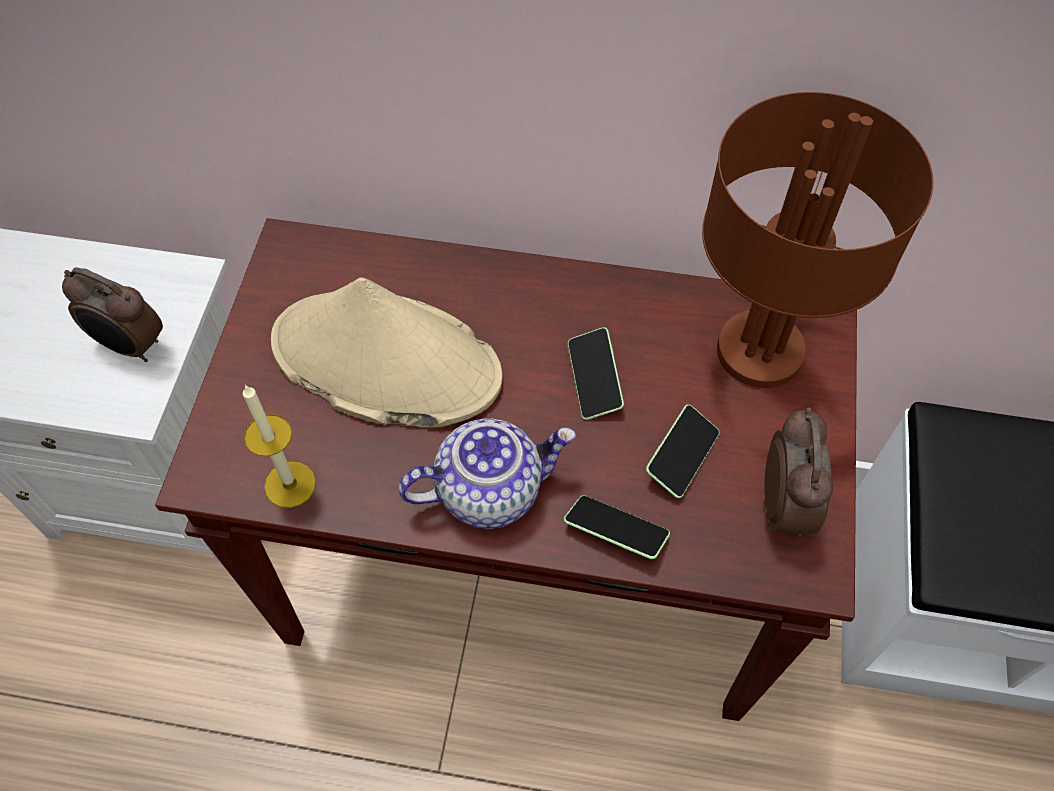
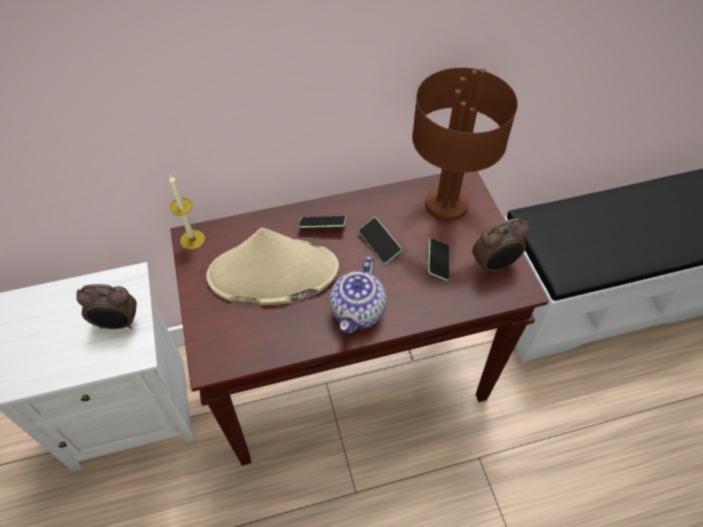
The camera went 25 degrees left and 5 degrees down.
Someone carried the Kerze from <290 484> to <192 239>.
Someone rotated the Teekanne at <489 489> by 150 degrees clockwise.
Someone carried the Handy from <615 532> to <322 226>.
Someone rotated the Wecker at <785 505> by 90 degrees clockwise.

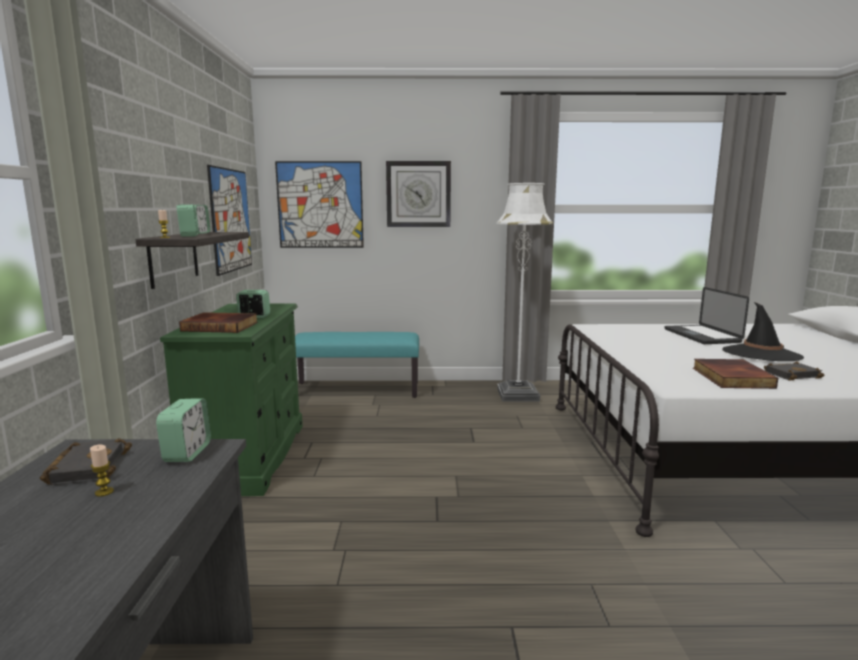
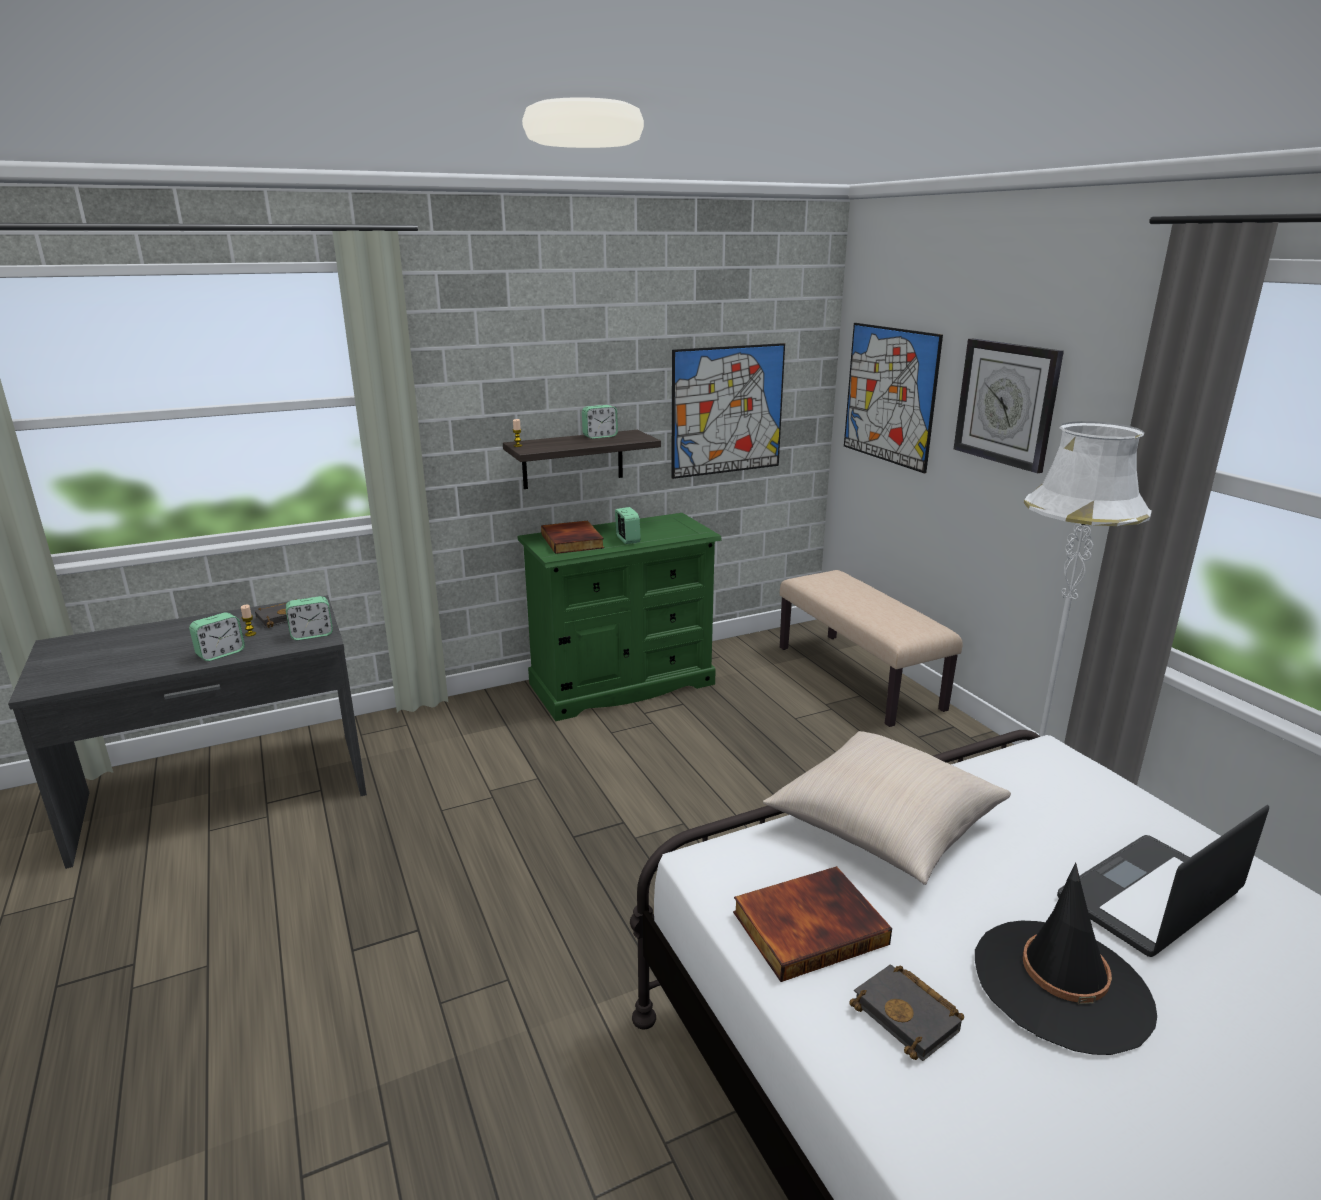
The camera went 65 degrees right and 10 degrees up.
Someone carried the Wecker from <189 235> to <221 654>.
Someone repainted the Bank/türkis at <356 390>, which became the Bank/beige at <859 678>.
Someone put down the Kissen/beige at <884 825>.

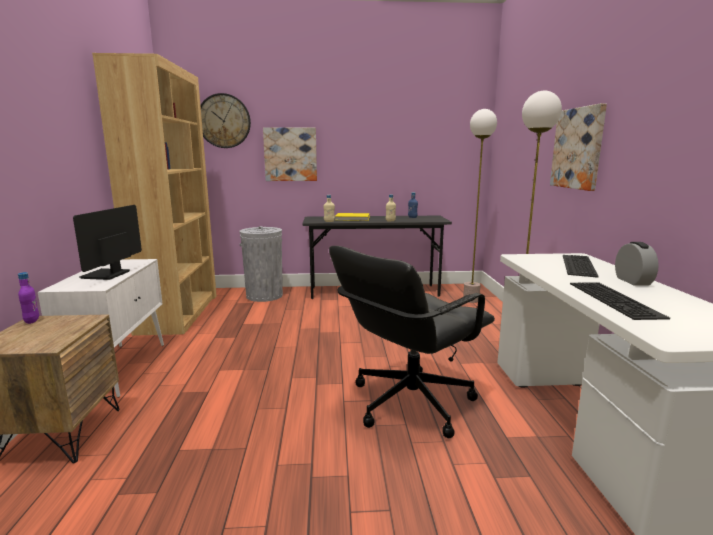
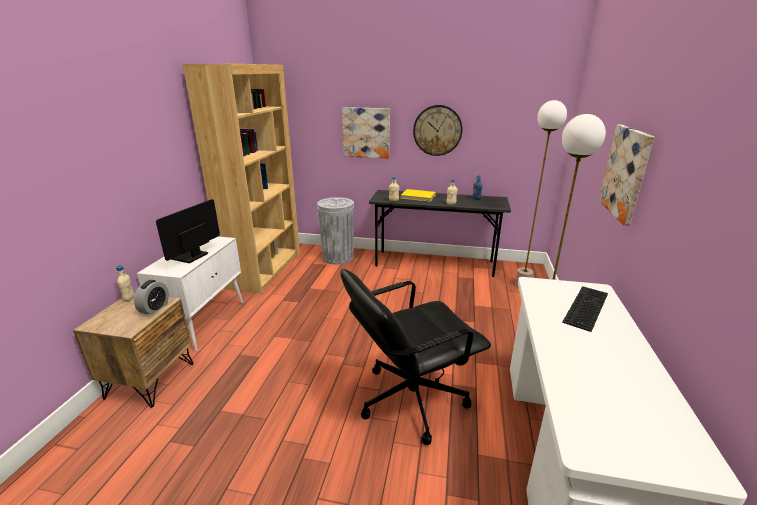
The camera went 15 degrees right and 10 degrees up.
Someone repainted the Flasche/lila at <32 321>, which became the Flasche/beige at <129 299>.
Someone carried the Wanduhr from <224 121> to <437 130>.
Someone took away the Tastatur at <616 300>.
Someone carried the Wecker from <632 281> to <154 308>.

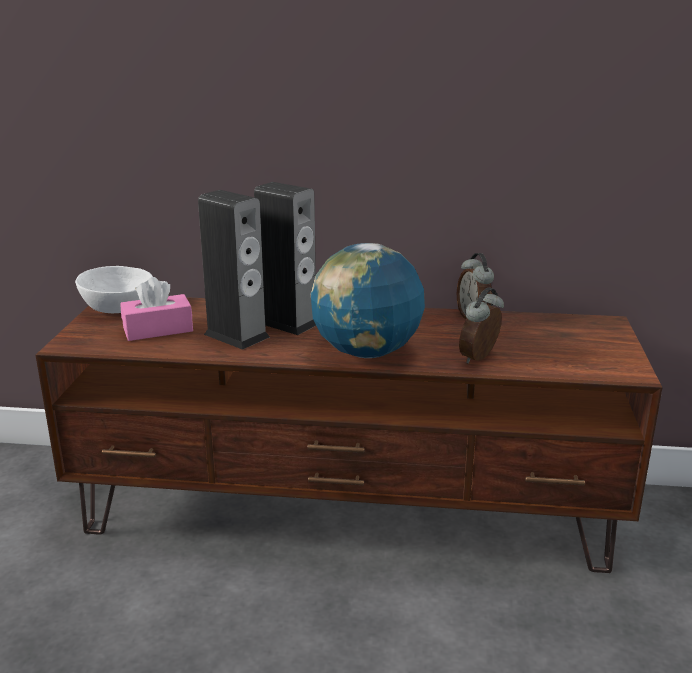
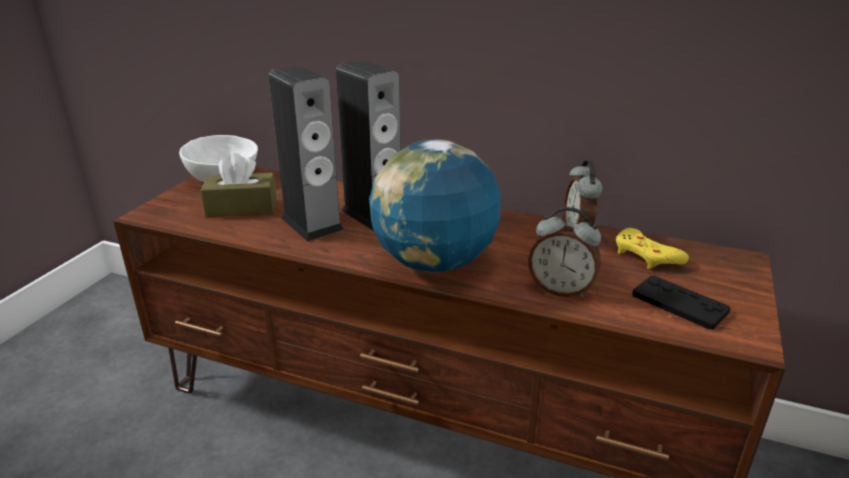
The camera went 15 degrees right and 5 degrees up.
Someone repainted the Taschentuchbox/rosa at <158 330>, which became the Taschentuchbox/braun at <242 207>.
Someone rotated the Wecker at <480 358> by 120 degrees counterclockwise.
Someone put down the Gamepad/gelb at <646 255>.
Someone put down the Gamepad/schwarz at <679 303>.

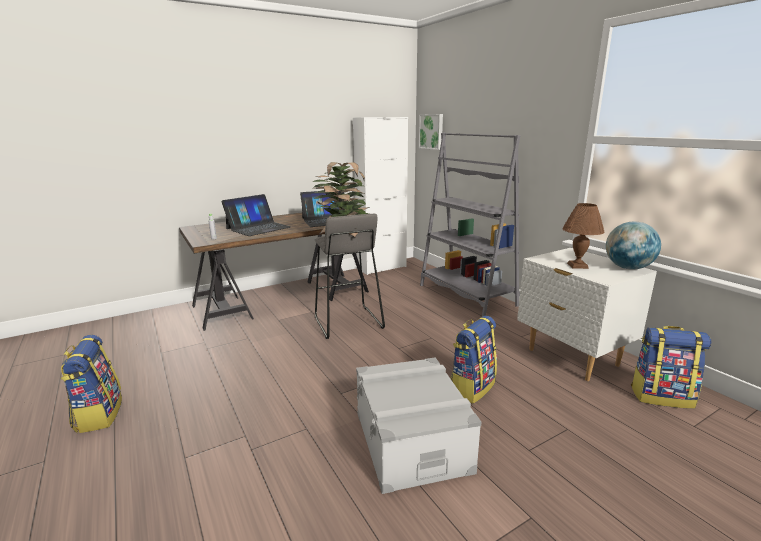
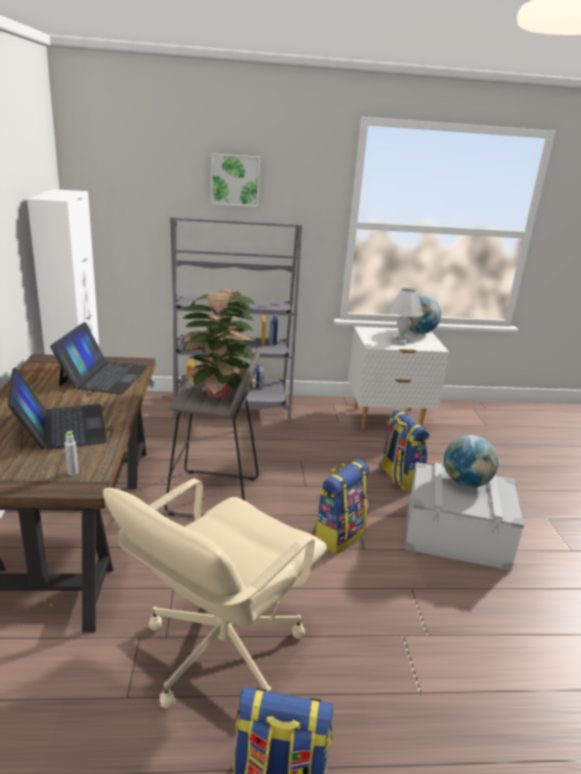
The camera went 65 degrees left and 5 degrees up.
Someone carried the Bild from <431 131> to <235 180>.
Someone repainted the Tischlampe/braun at <578 266>, which became the Tischlampe/weiß at <401 342>.
Someone carried the Rucksack from <661 396> to <338 535>.
Someone put down the Bürostuhl/beige at <220 651>.
Someone put down the Globus at <465 483>.

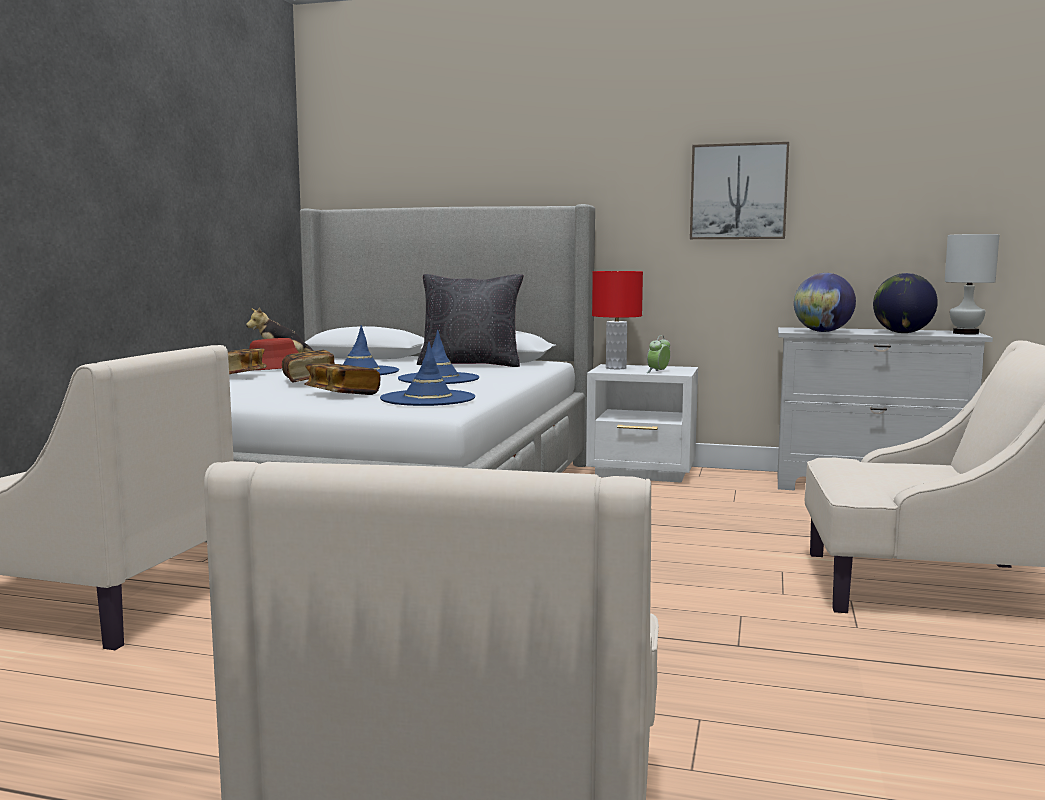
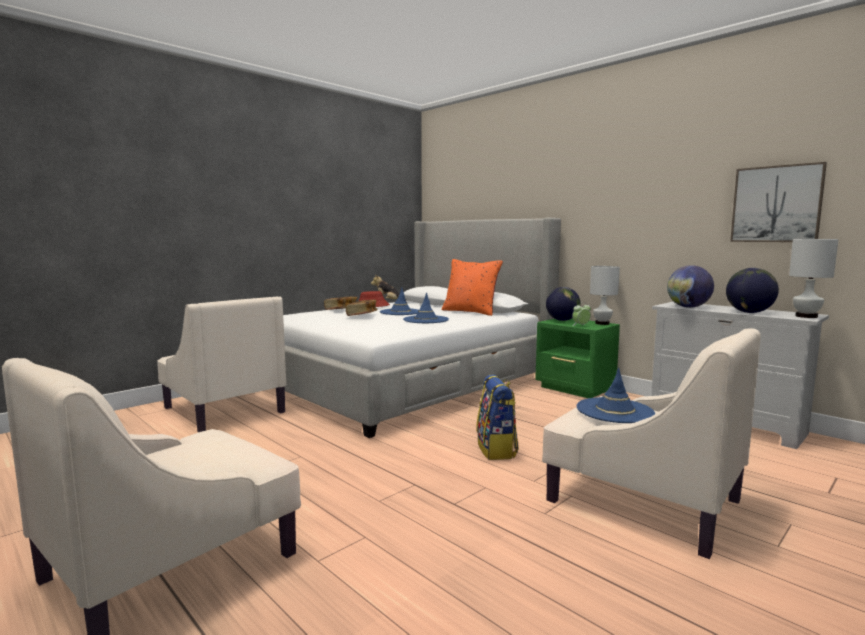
The camera went 30 degrees right and 0 degrees up.
Someone took away the Buch at <342 394>.
Someone carried the Hut/blau from <427 399> to <614 411>.
Someone repainted the Kissen/schwarz at <470 364>, which became the Kissen/orange at <470 312>.
Someone repainted the Nachttisch/weiß at <643 473>, which became the Nachttisch/grün at <575 389>.
Someone swapped the Tischlampe/rot at <615 368> for the Globus at <562 320>.
Someone carried the Bild from <738 191> to <776 204>.
Someone put down the Rucksack at <497 450>.
Someone put down the Tischlampe/weiß at <602 323>.

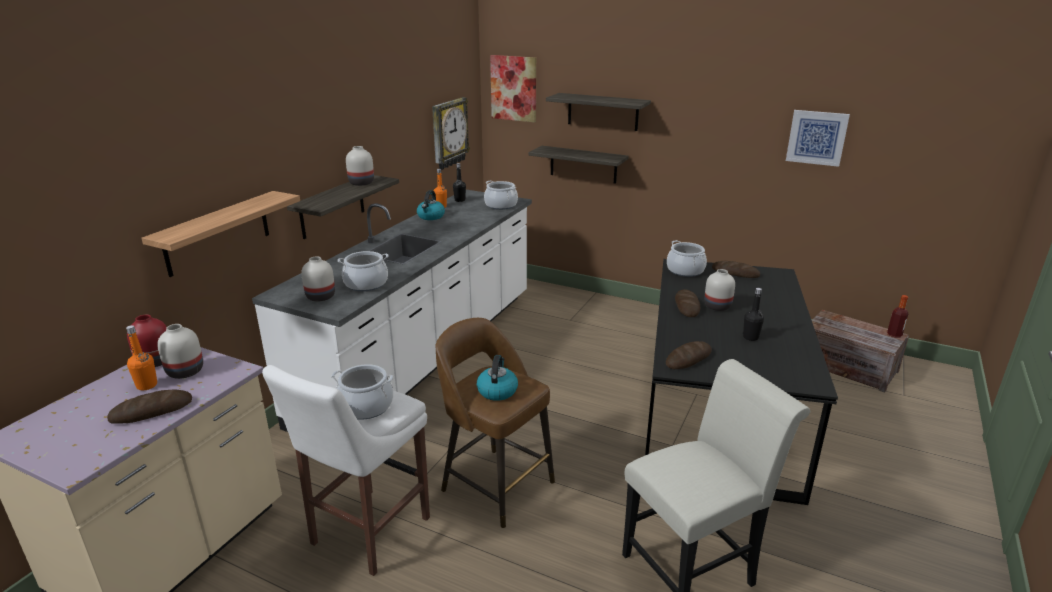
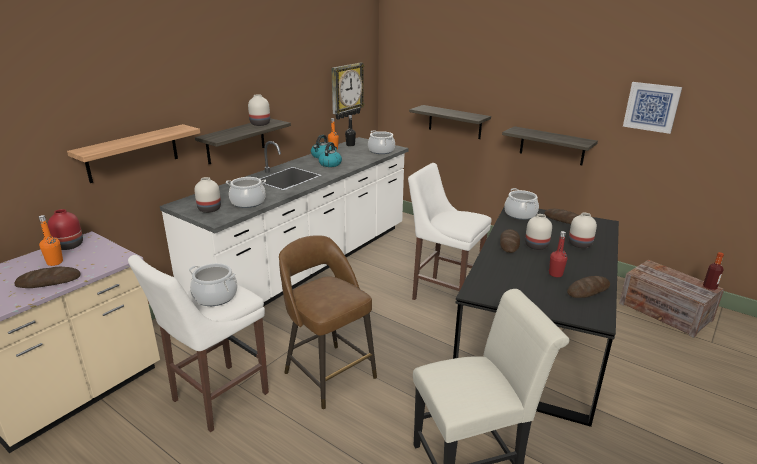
The camera went 10 degrees right and 0 degrees up.
Someone carried the Vase/weiß from <185 372> to <580 245>.
Someone carried the Wasserkessel from <497 391> to <330 164>.
Someone took away the Bild at <514 88>.
Someone carried the Wandregal from <602 111> to <552 146>.
Someone carried the Brot from <688 359> to <588 290>.
Someone repainted the Flasche/schwarz at <750 337>, which became the Flasche/rot at <555 274>.
Someone put down the Hocker/weiß at <443 294>.

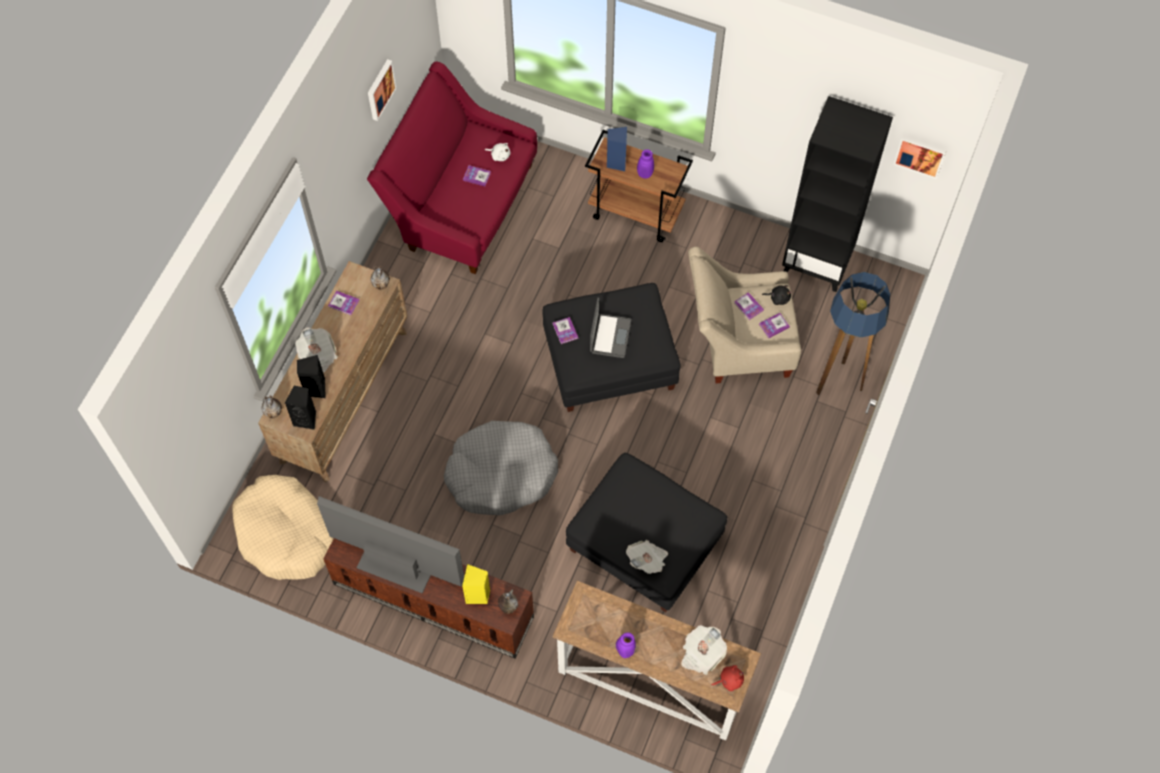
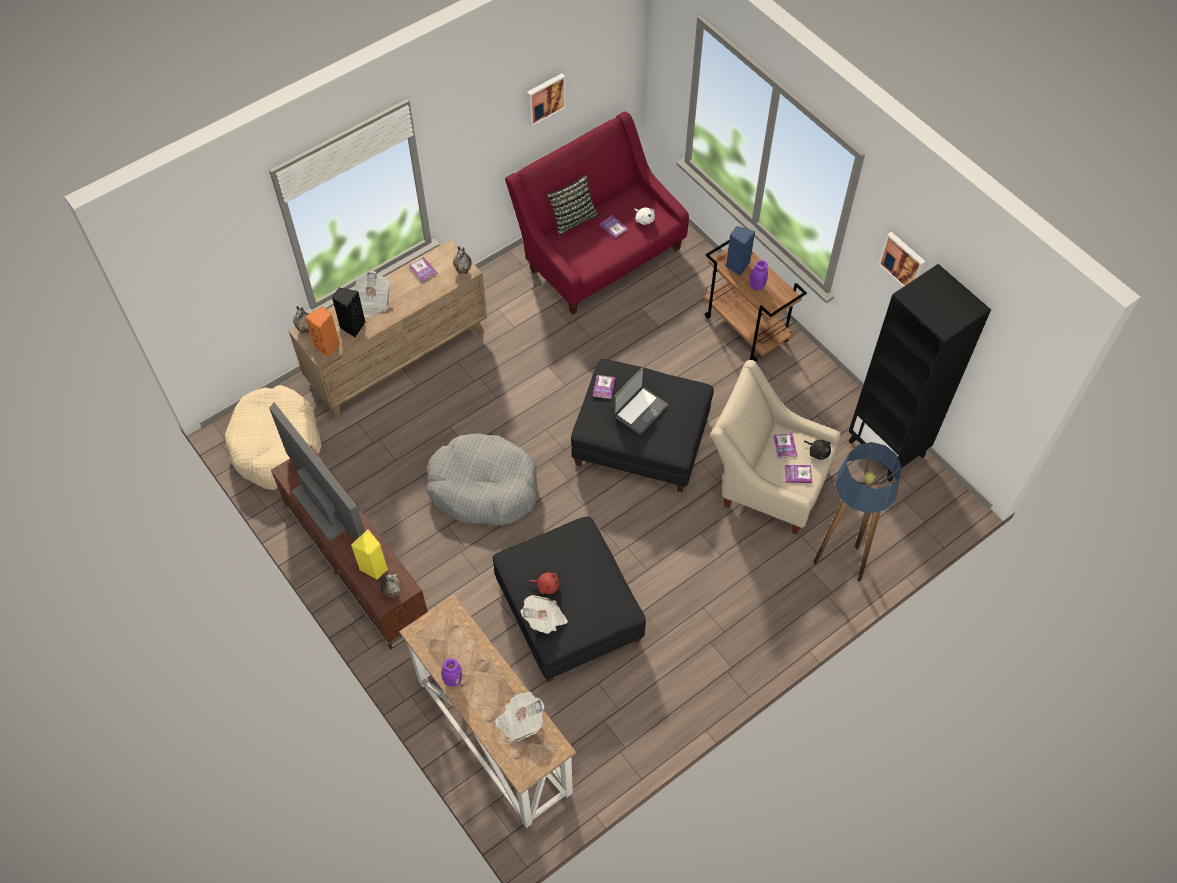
The camera went 30 degrees right and 5 degrees down.
Someone repainted the Lautsprecher/schwarz at <306 419>, which became the Lautsprecher/orange at <328 347>.
Someone carried the Plüschtier/rot from <729 680> to <546 586>.
Someone carried the Bild from <920 154> to <903 261>.
Someone put down the Kissen at <572 219>.

